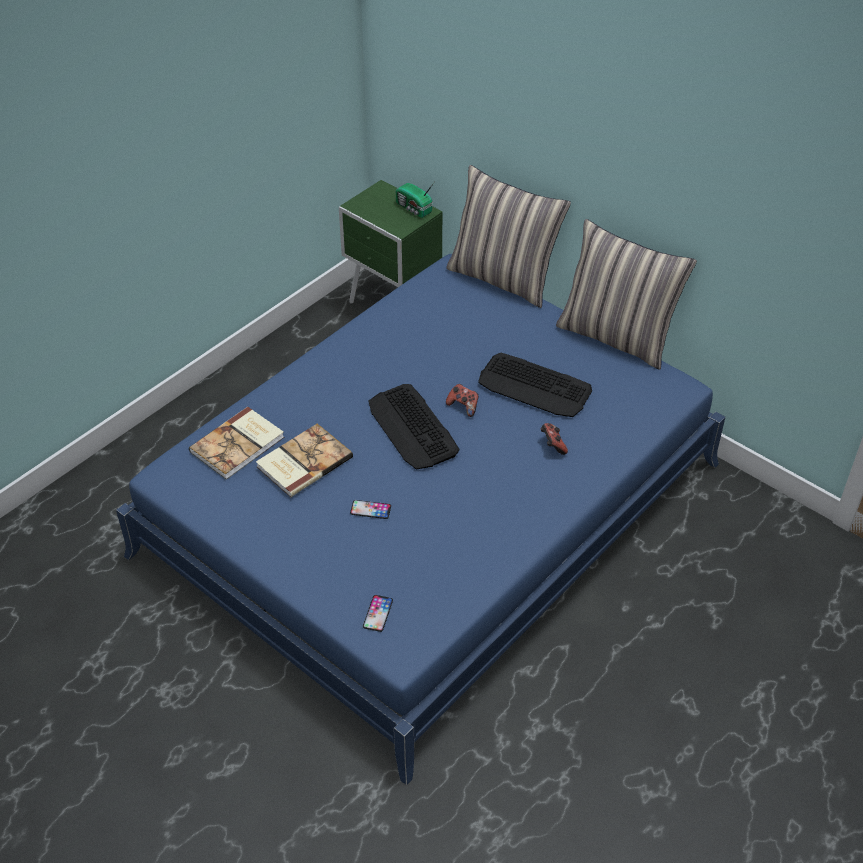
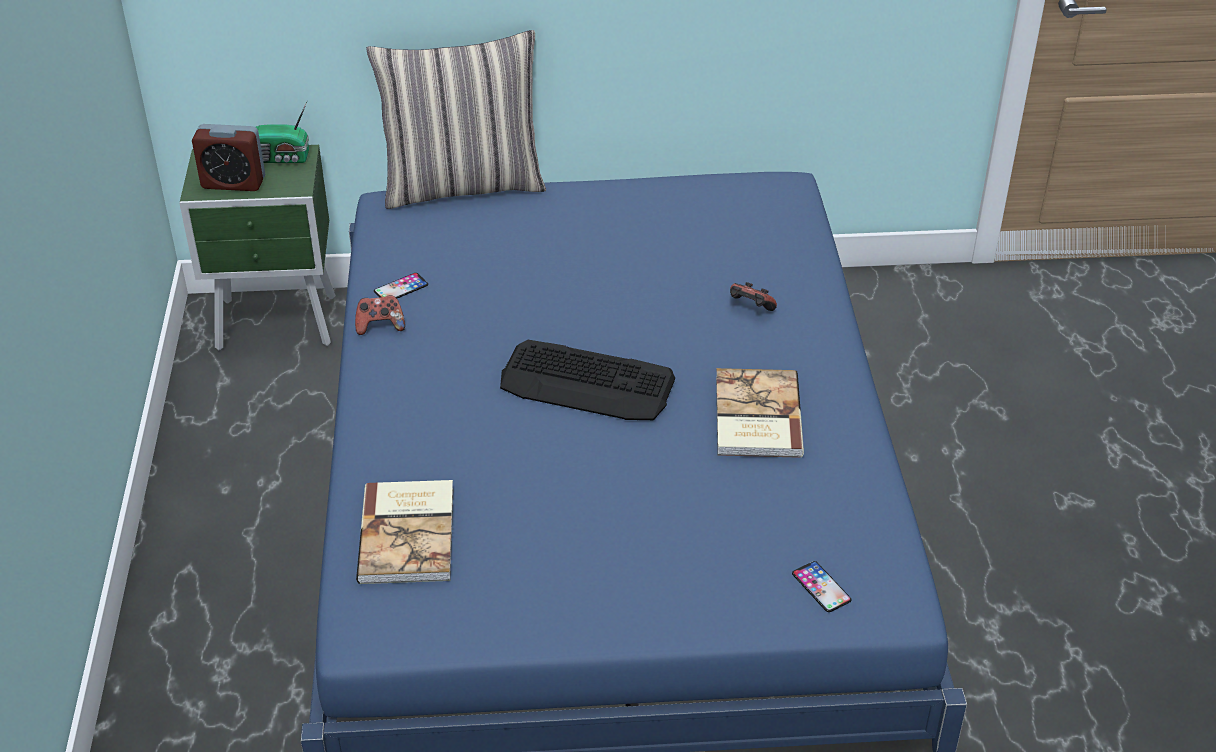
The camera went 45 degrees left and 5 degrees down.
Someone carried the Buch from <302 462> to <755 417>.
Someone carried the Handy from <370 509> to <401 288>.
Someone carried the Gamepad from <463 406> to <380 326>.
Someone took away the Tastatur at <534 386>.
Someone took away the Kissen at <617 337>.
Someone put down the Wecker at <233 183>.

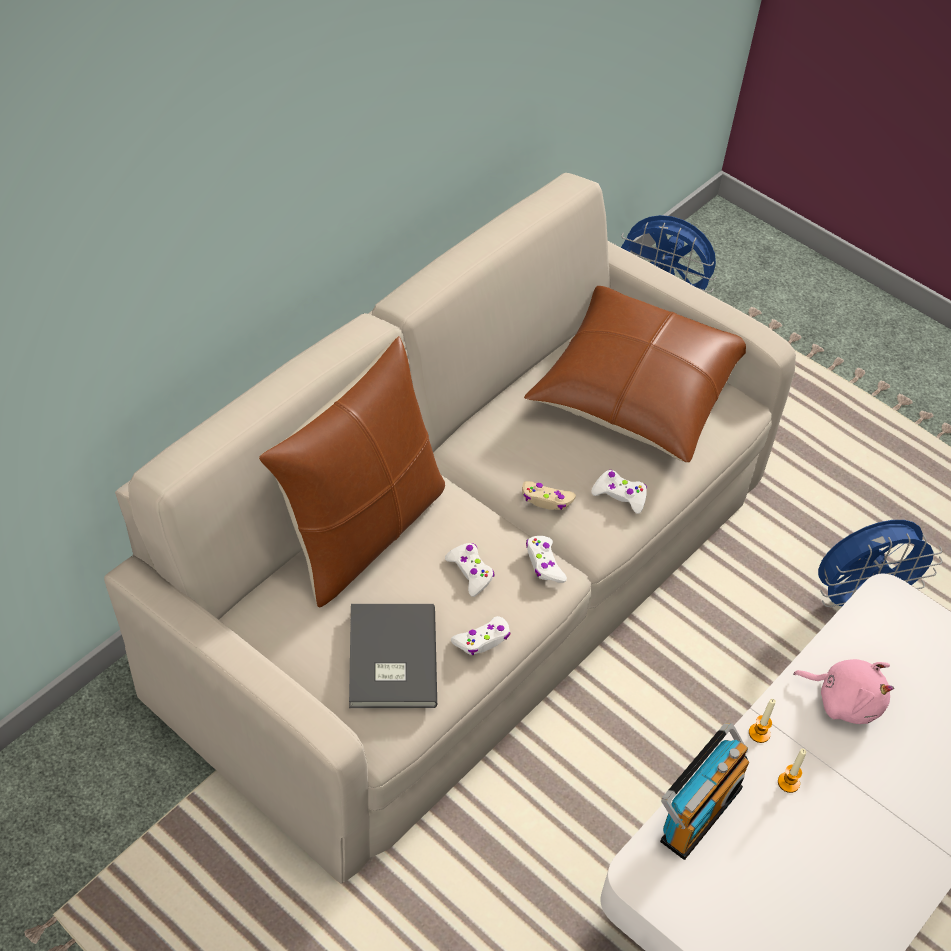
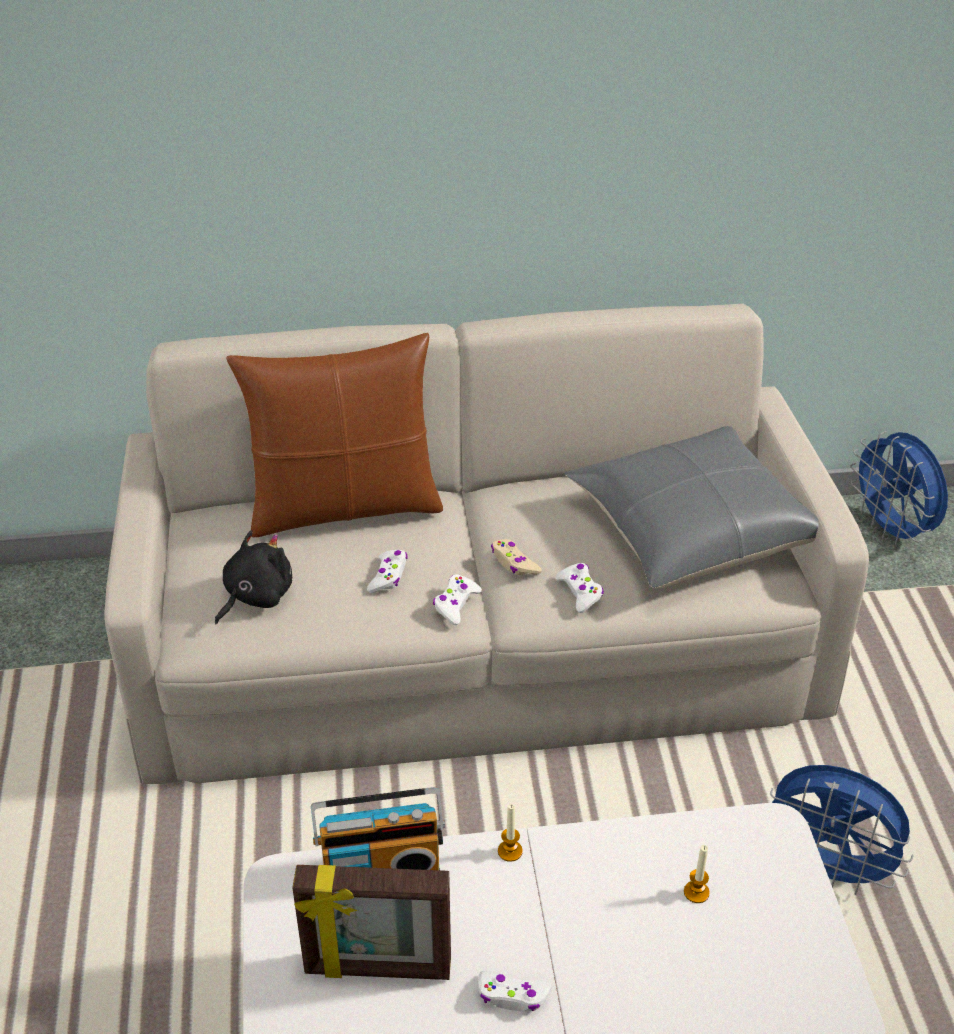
The camera went 45 degrees right and 10 degrees down.
Someone swapped the Buch/grau at <389 660> for the Plüschtier/schwarz at <255 596>.
Someone carried the Gamepad/weiß from <482 640> to <512 996>.
Someone repainted the Kissen/braun at <636 392>, which became the Kissen/grau at <691 529>.
Someone carried the Kerze from <788 782> to <696 892>.
Someone took away the Plüschtier/rosa at <844 700>.
Someone put down the Bilderrahmen at <378 969>.

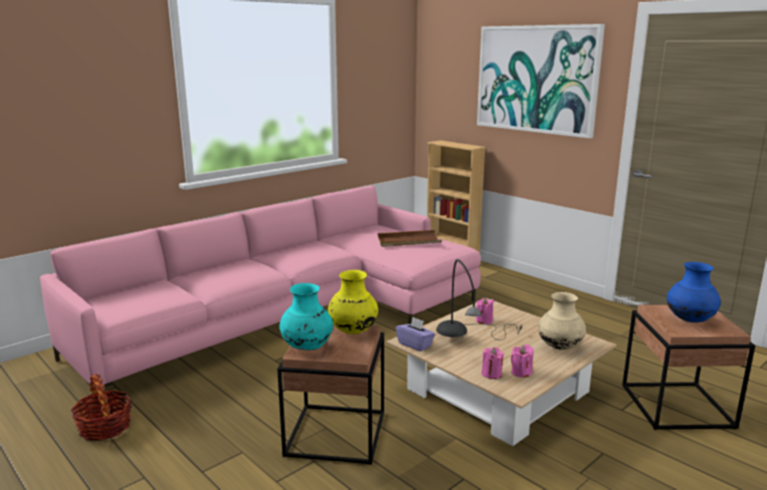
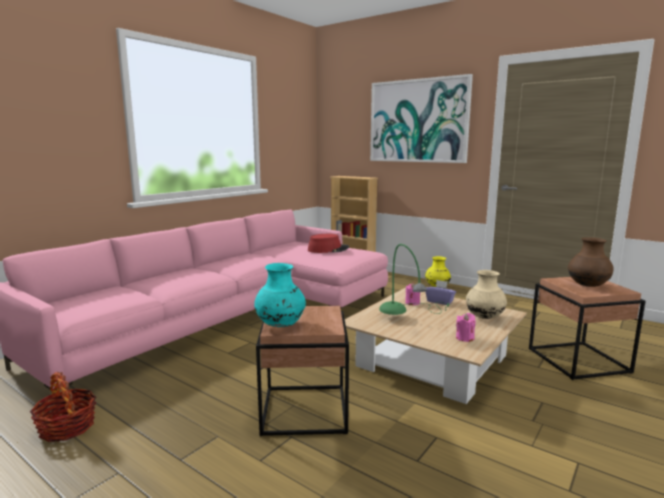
The camera went 10 degrees left and 5 degrees down.
Someone carried the Vase/gelb from <353 331> to <437 287>.
Someone swapped the Tablett/braun at <408 241> for the Hut/rot at <328 249>.
Someone carried the Taschentuchbox/lila from <415 344> to <440 301>.
Someone repainted the Tischlampe/grau at <468 343>, which became the Tischlampe/grün at <408 319>.
Someone took away the Kerze/rosa at <491 374>.
Someone repainted the Vase/blau at <690 320>, which became the Vase/braun at <588 286>.

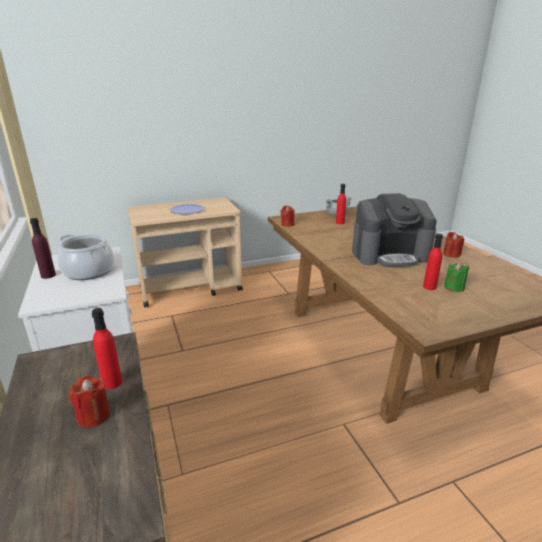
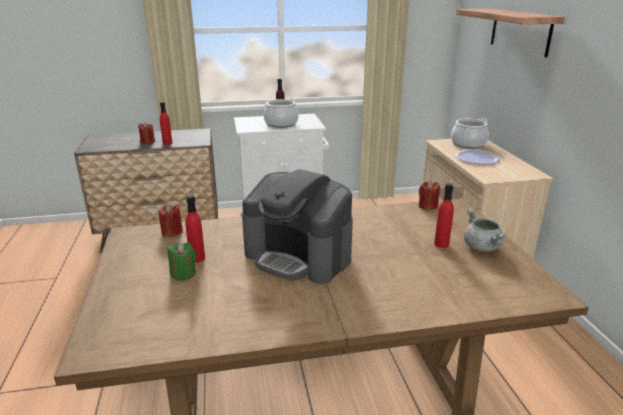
The camera went 100 degrees right and 0 degrees up.
Someone rotated the Kaffeemaschine at <390 255> by 60 degrees counterclockwise.
Someone carried the Kerze/rot from <451 254> to <172 232>.
Someone put down the Kochtopf at <468 144>.
Someone put up the Wandregal at <520 31>.

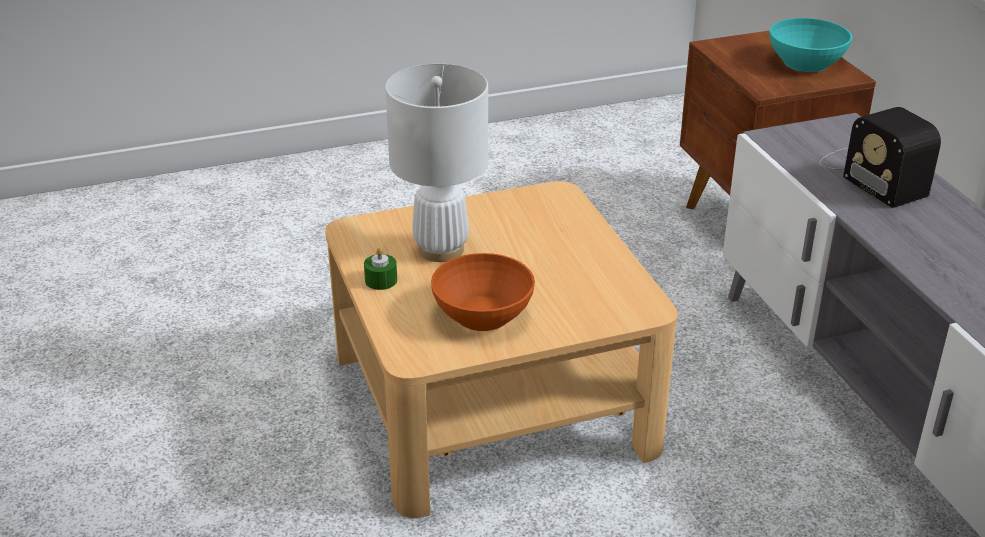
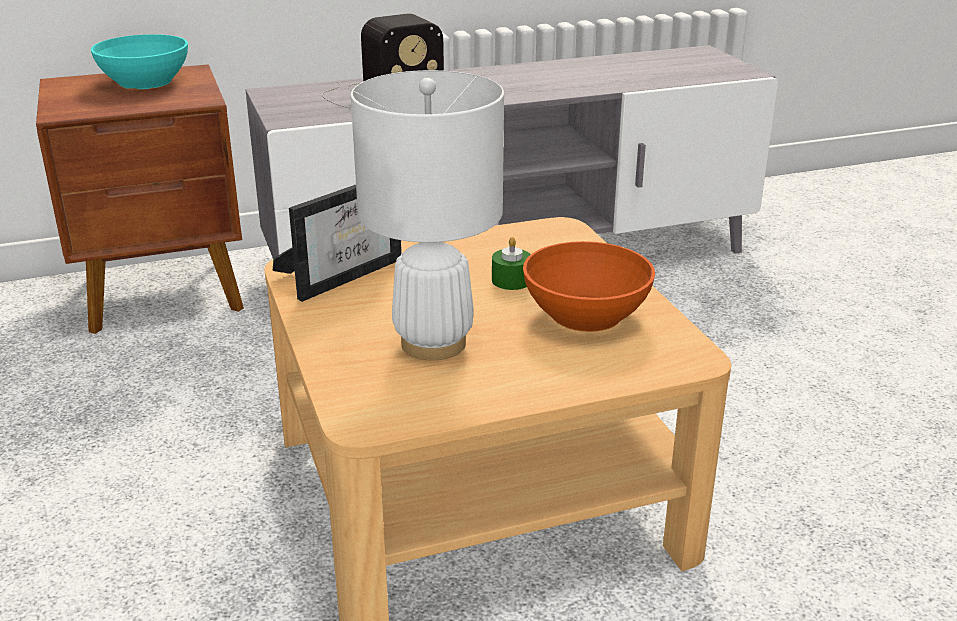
The camera went 90 degrees left and 5 degrees down.
Someone carried the Kerze/grün from <381 280> to <511 280>.
Someone put down the Bilderrahmen at <345 274>.

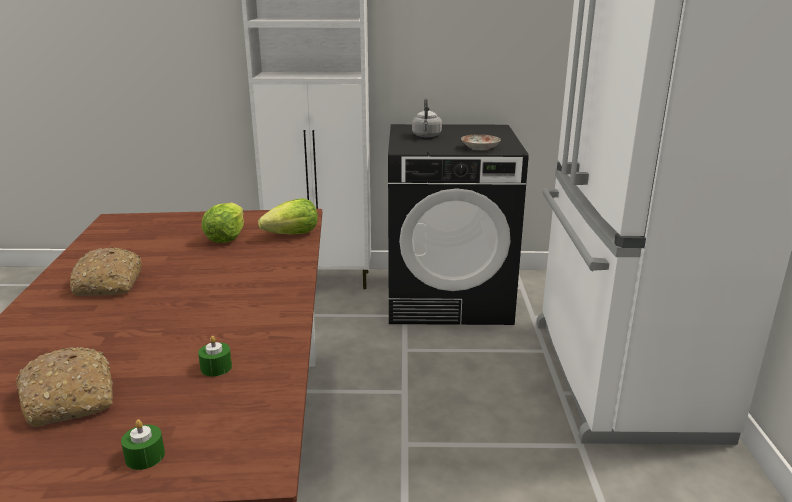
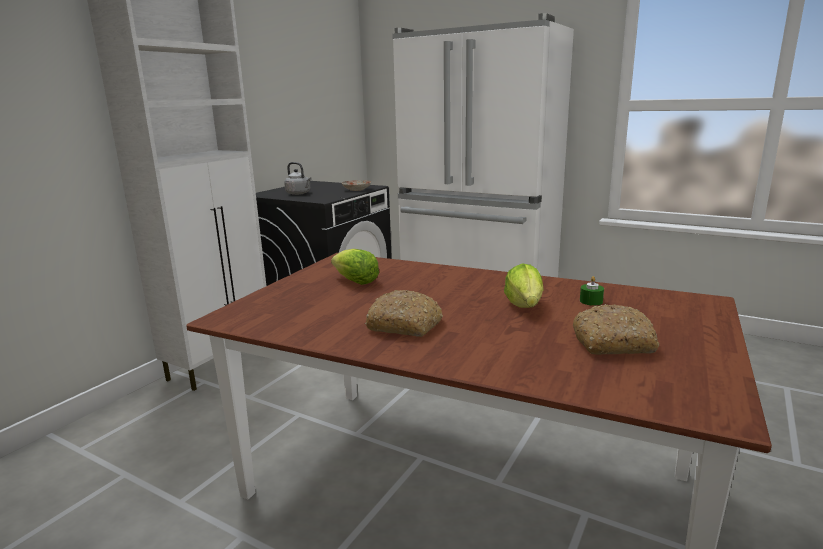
The camera went 60 degrees left and 5 degrees down.
Someone took away the Kerze/grün at <145 456>.
Someone carried the Salatkopf from <292 235> to <524 306>.

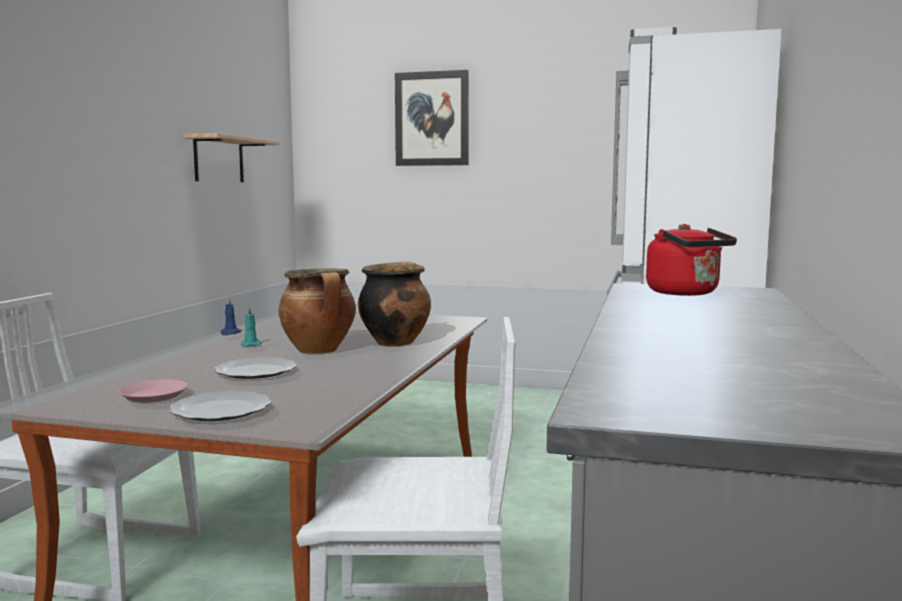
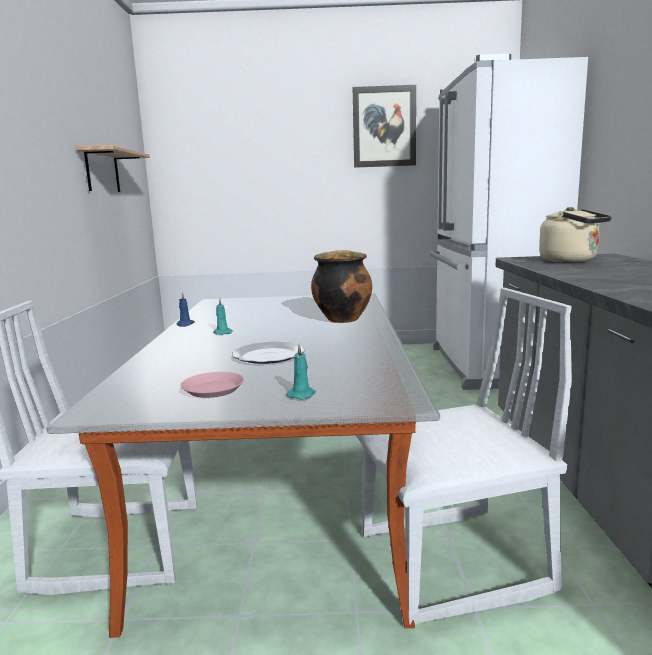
The camera went 15 degrees left and 5 degrees up.
Someone swapped the Teller at <222 410> for the Kerze/türkis at <302 395>.
Someone took away the Kochtopf at <320 351>.
Someone carried the Bild from <432 119> to <384 127>.
Someone repainted the Wasserkessel/rot at <686 293>, which became the Wasserkessel/beige at <572 261>.

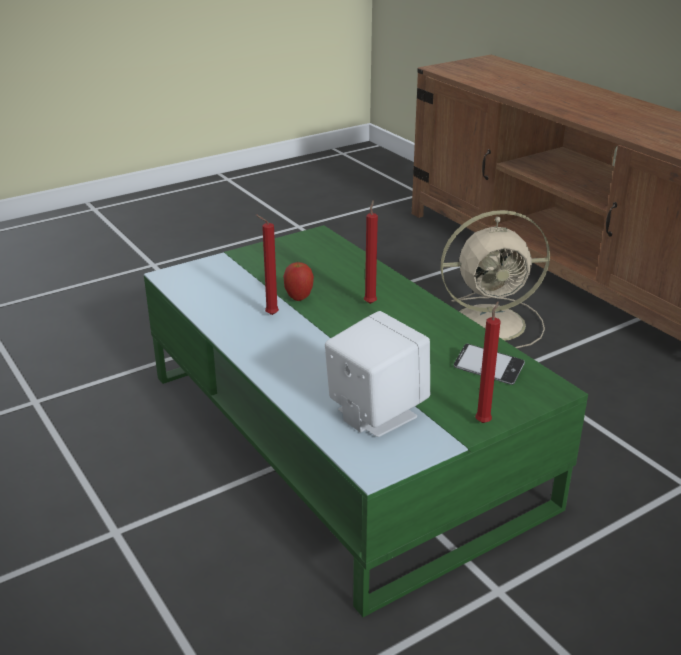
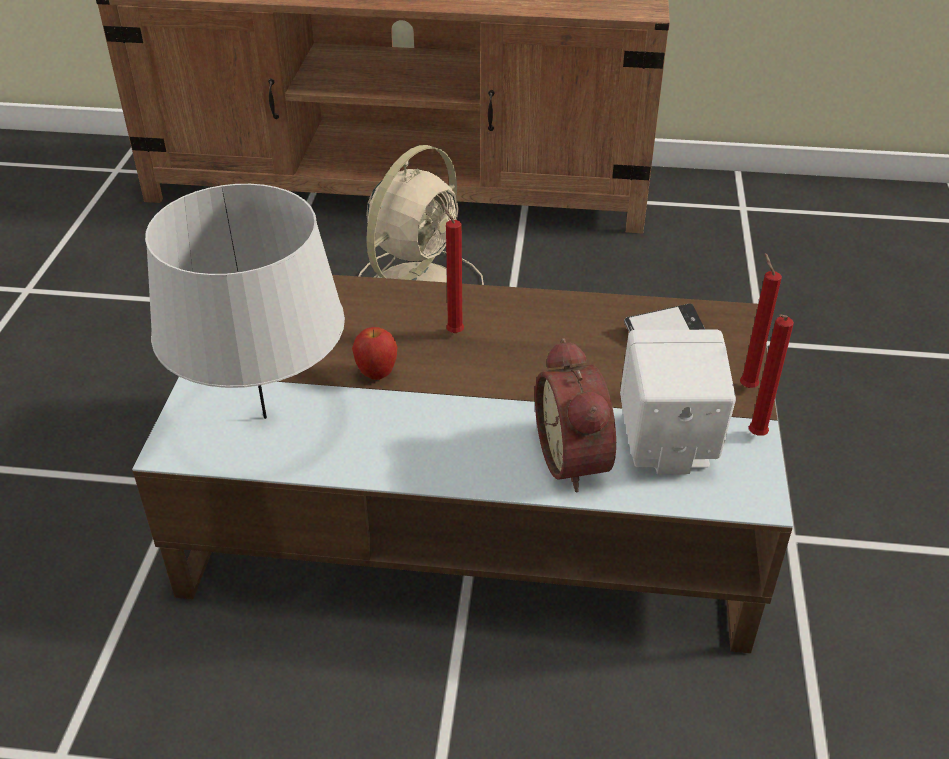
The camera went 50 degrees left and 10 degrees up.
Someone repainted the Couchtisch/grün at <340 437>, which became the Couchtisch/braun at <474 506>.
Someone carried the Kerze/rot from <269 315> to <755 436>.
Someone put down the Tischlampe/grau at <265 417>.
Someone put down the Wecker at <577 459>.

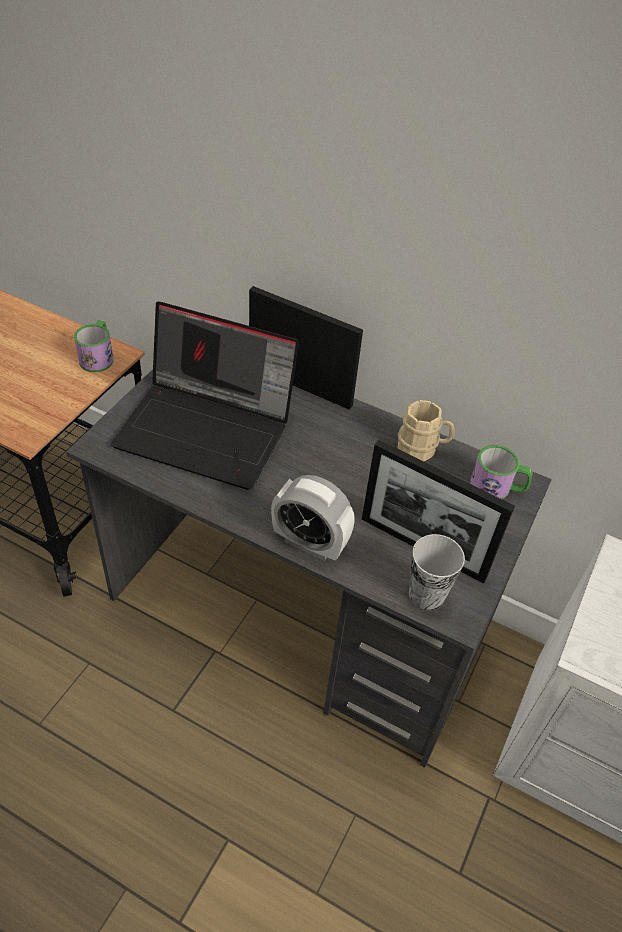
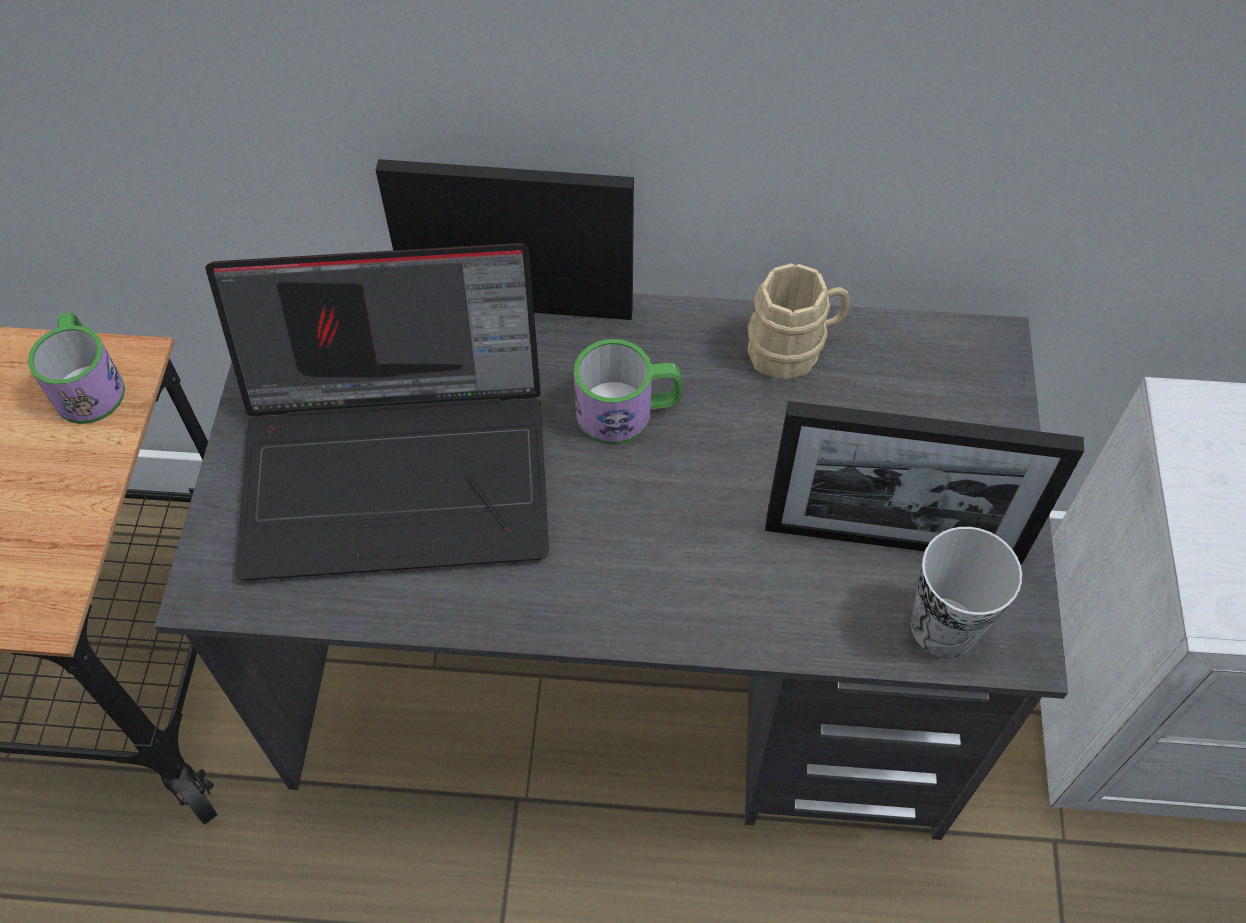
The camera went 20 degrees left and 10 degrees up.
Someone took away the Wecker at <309 543>.
Someone carried the Henkelbecher from <497 488> to <628 412>.

